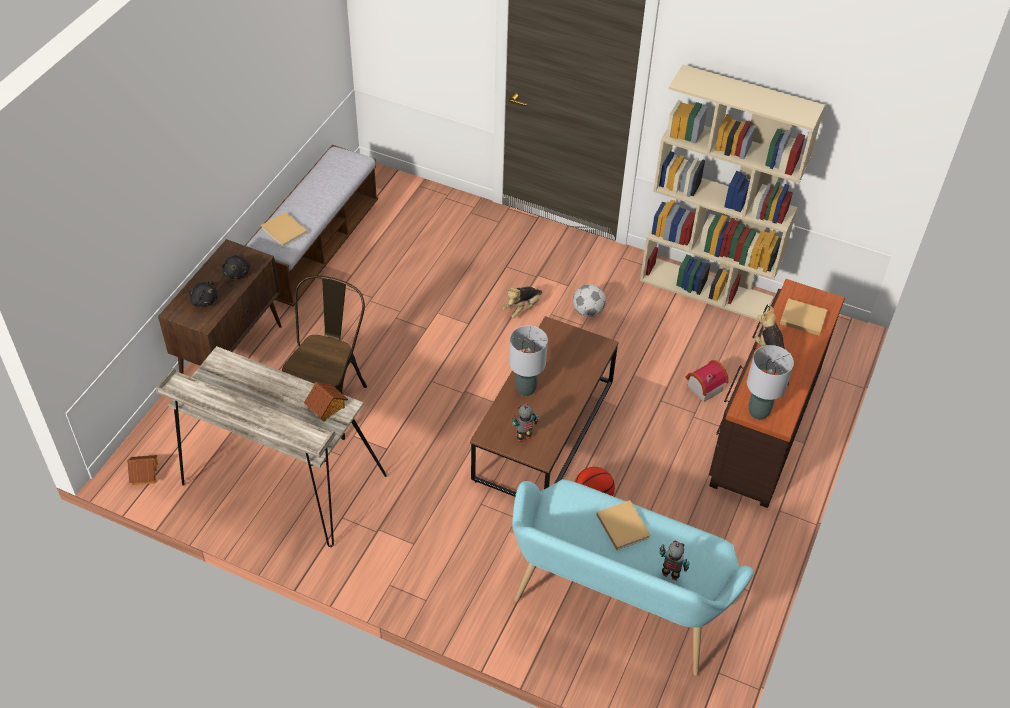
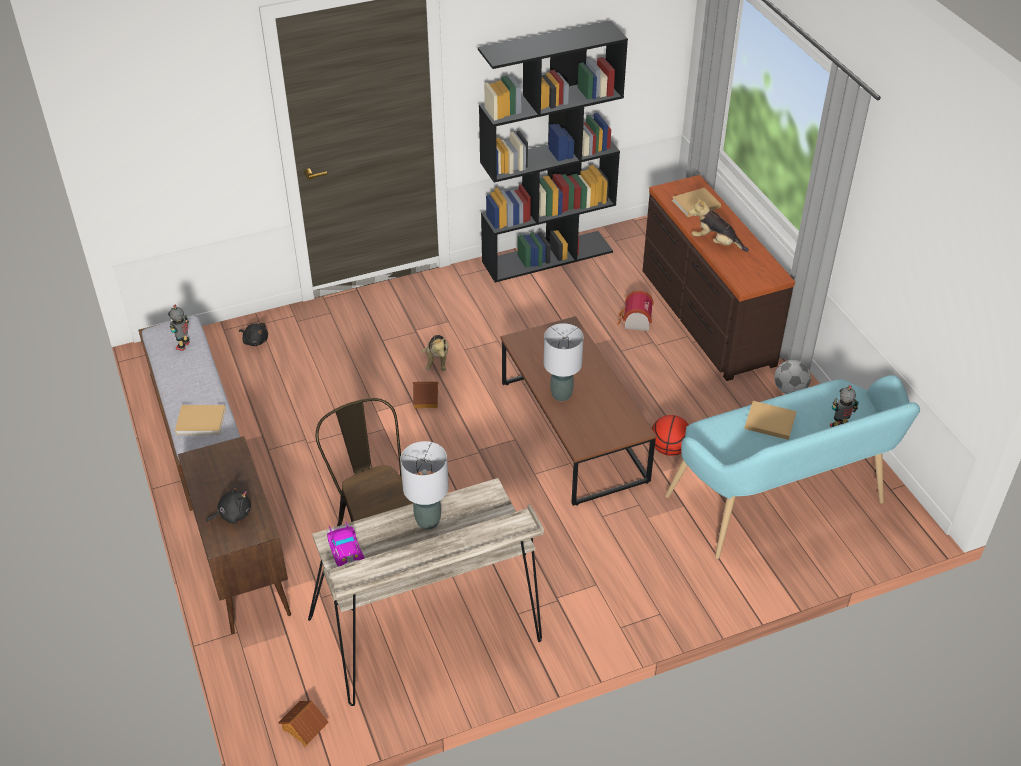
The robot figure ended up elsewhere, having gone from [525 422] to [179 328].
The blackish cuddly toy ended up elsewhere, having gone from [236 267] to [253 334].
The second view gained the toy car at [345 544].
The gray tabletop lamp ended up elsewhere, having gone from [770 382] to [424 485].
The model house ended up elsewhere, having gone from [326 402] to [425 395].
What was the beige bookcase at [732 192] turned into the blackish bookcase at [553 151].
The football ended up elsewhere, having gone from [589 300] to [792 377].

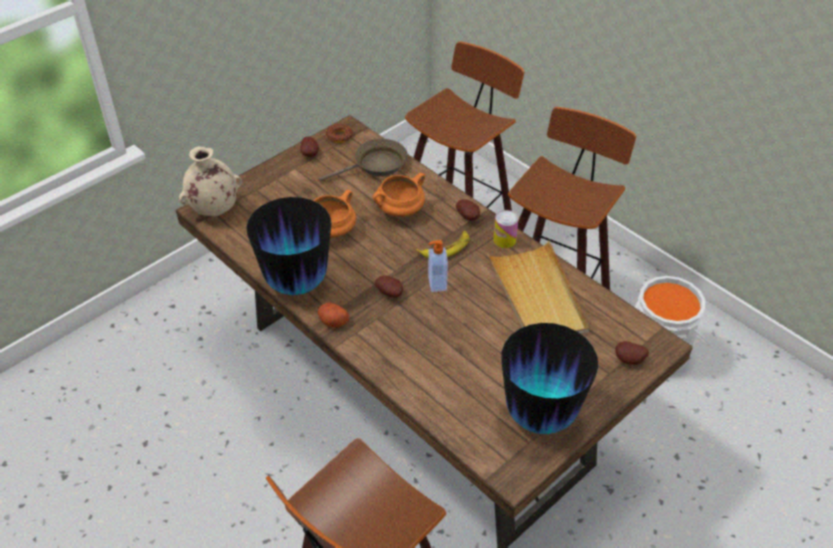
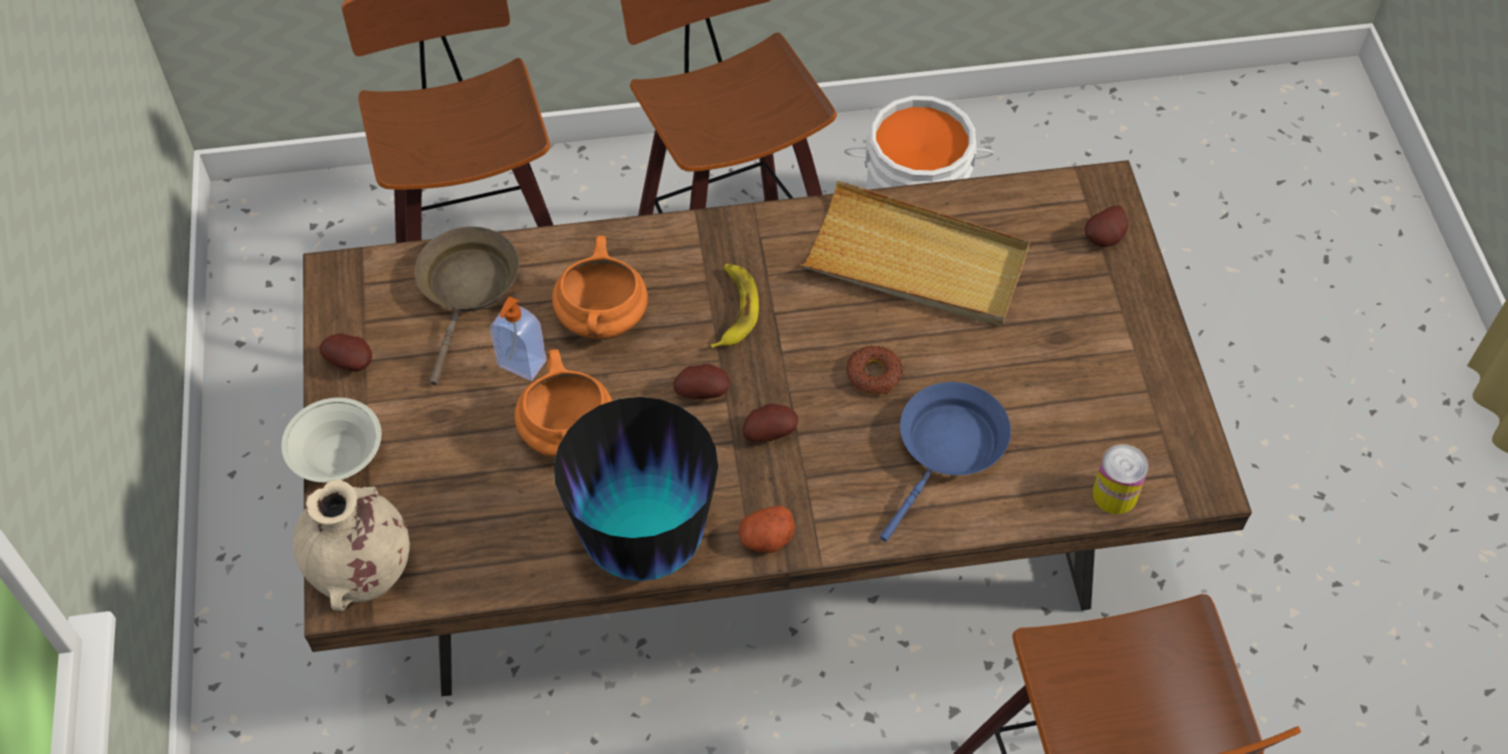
The second view gained the whitish deep dish at [331 440].
The liquid soap bottle ended up elsewhere, having gone from [438 266] to [518 339].
The whole potato ended up elsewhere, having gone from [468 210] to [701 381].
The doughnut ended up elsewhere, having gone from [339 133] to [874 370].
The second view gained the bluish pan at [945 462].
The metal can ended up elsewhere, having gone from [506 229] to [1120 479].
The second view lost the decorative vase at [549 378].

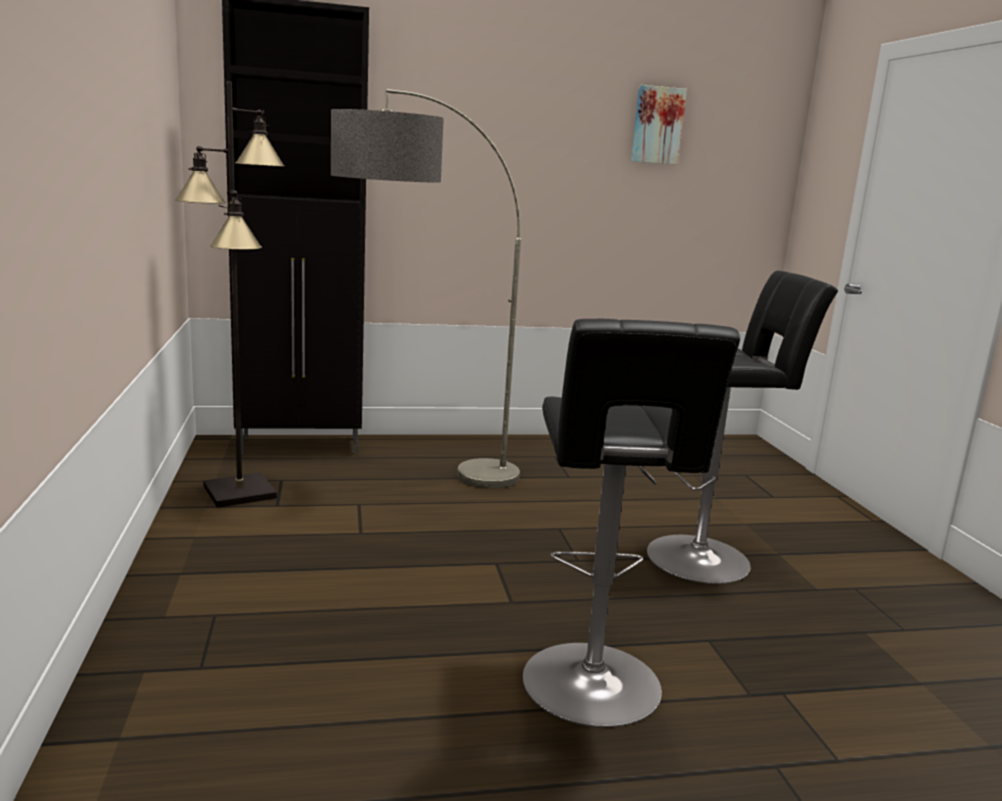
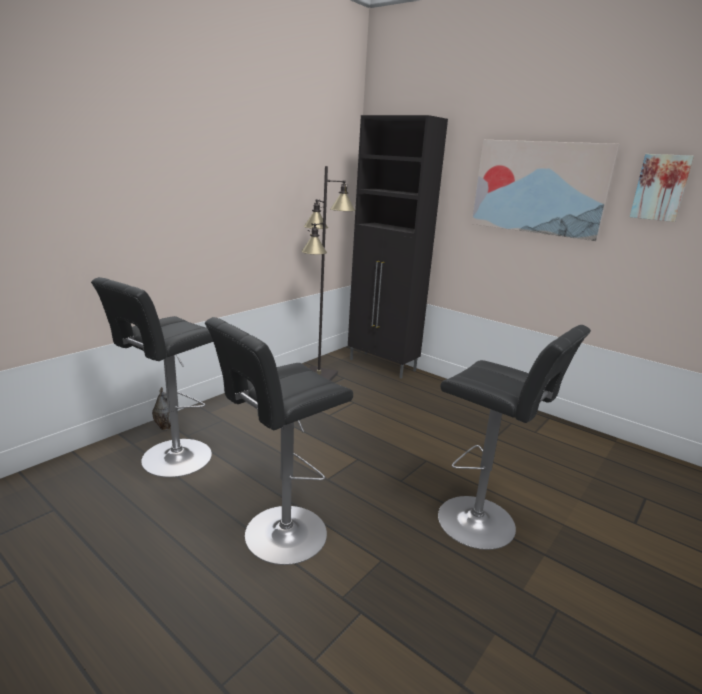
The second view gained the blackish sitting stool at [152 377].
The second view gained the decorative vase at [161 408].
The second view gained the wall art at [545 190].
The second view lost the standard lamp at [426 289].

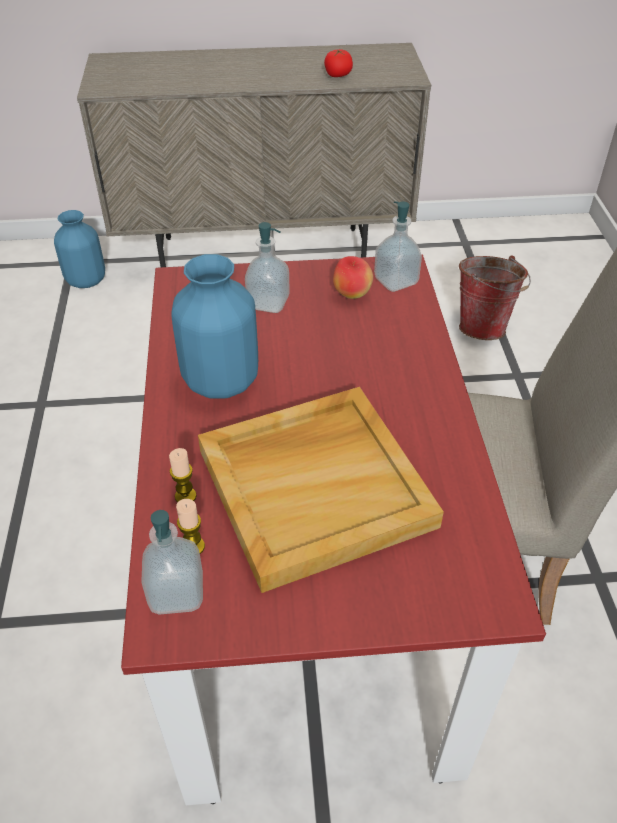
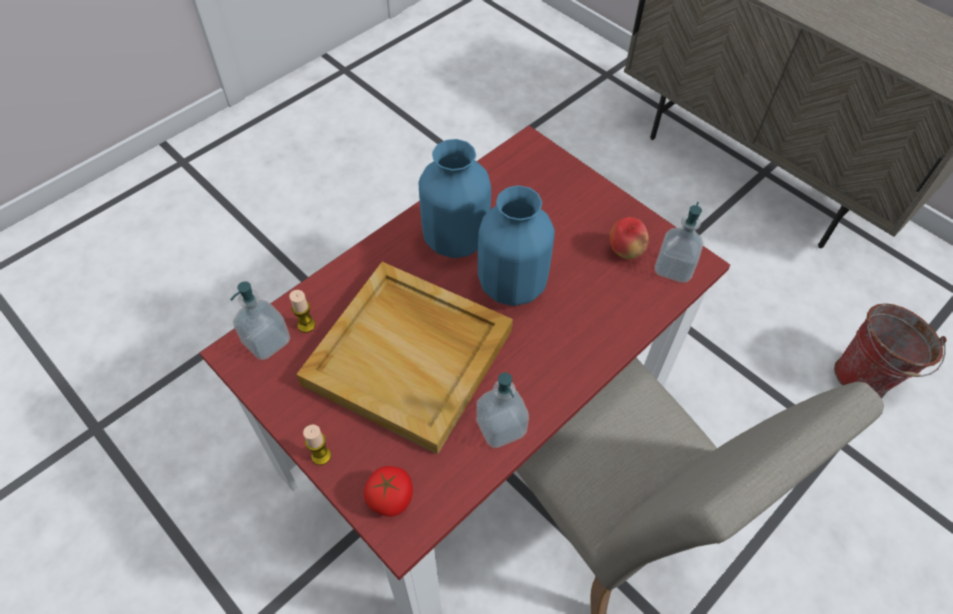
The wax light ended up elsewhere, having gone from [183 475] to [317 444].
The tomato ended up elsewhere, having gone from [338 63] to [388 491].
The liquid soap bottle ended up elsewhere, having gone from [267 267] to [502 410].
The bluish decorative vase ended up elsewhere, having gone from [79 249] to [516 246].

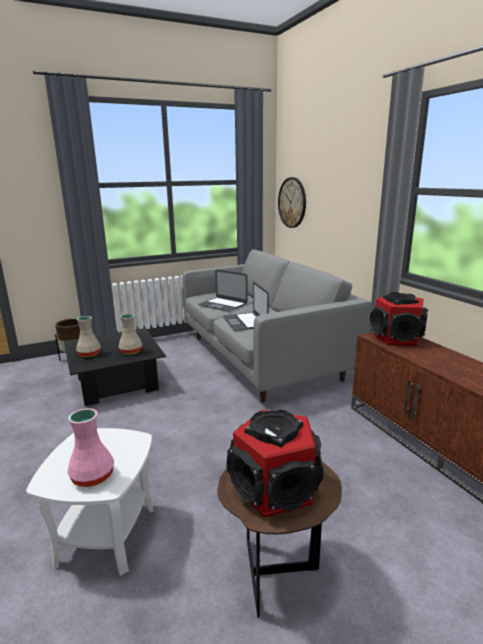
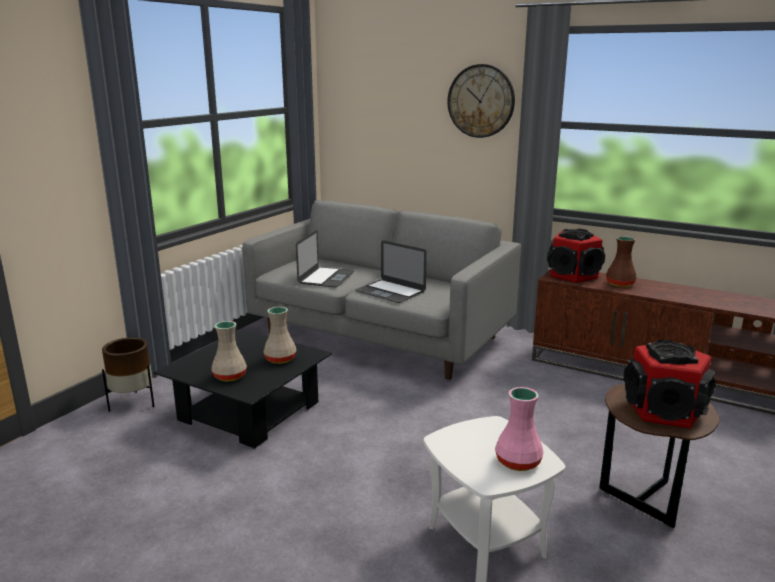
The notebook computer at [223 291] ended up facing another way, 75 degrees counterclockwise from before.
The hanging clock ended up elsewhere, having gone from [292 202] to [481 101].
The second view gained the brown decorative vase at [621 261].

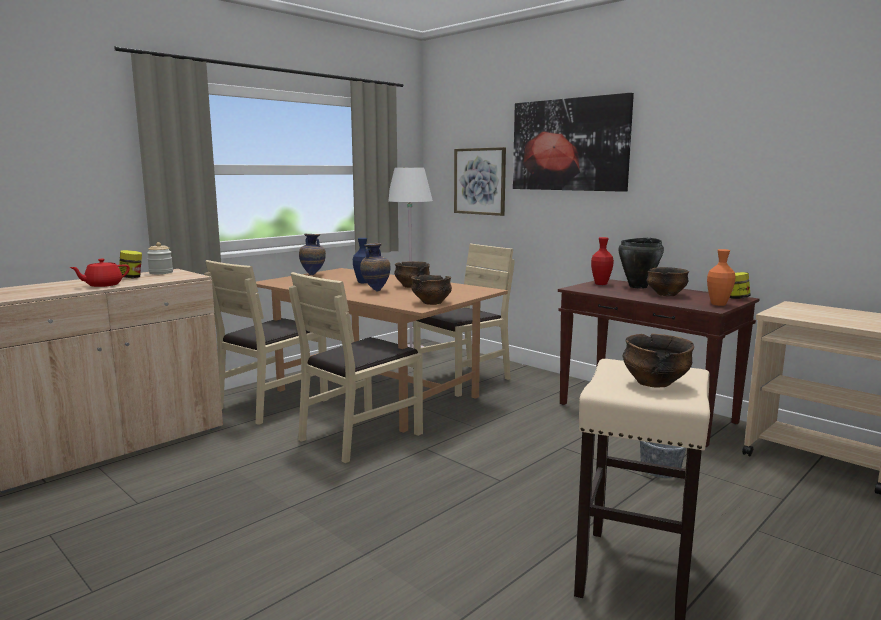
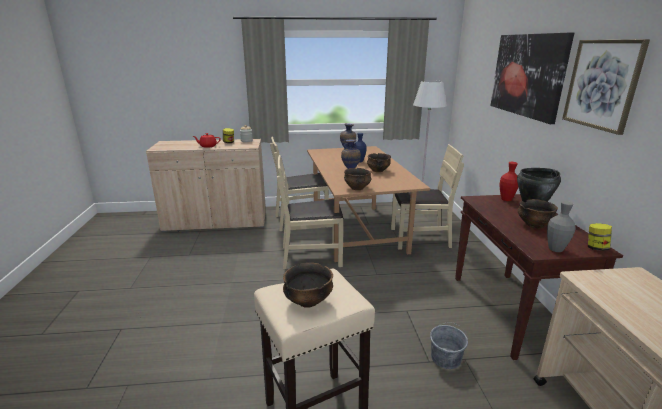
What was the orange-coloured decorative vase at [721 277] turned into the gray decorative vase at [561 226].
The wall art ended up elsewhere, having gone from [480 181] to [606 87].

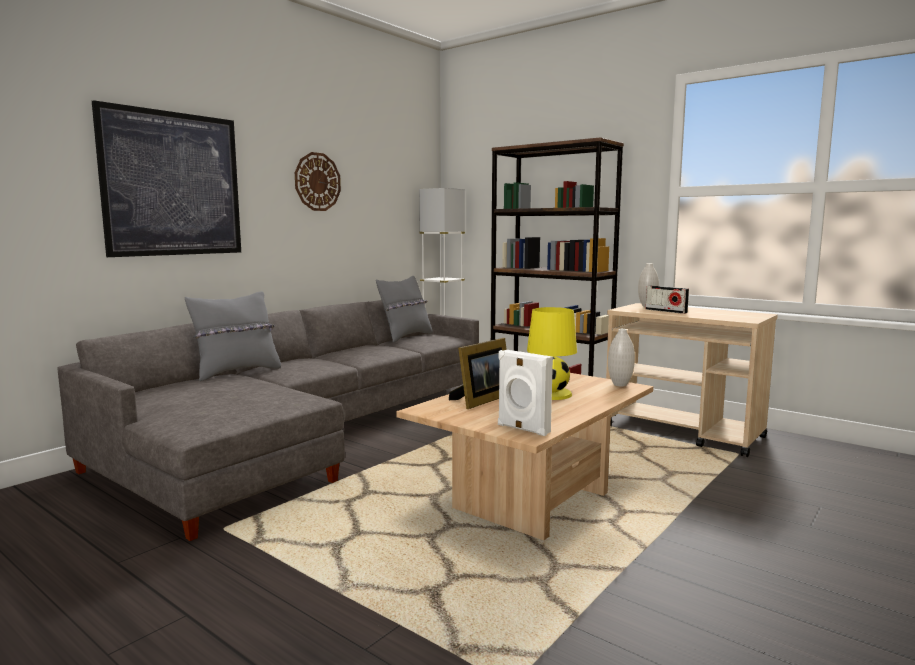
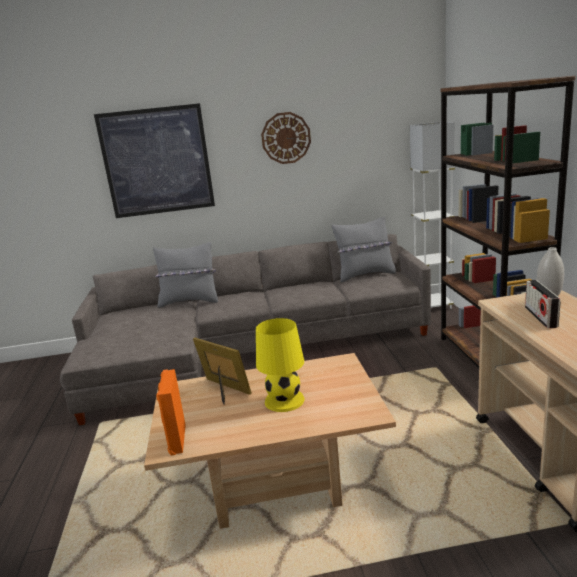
What was the whitish audio speaker at [525 393] turned into the orange-coloured audio speaker at [171 412].
The picture frame at [478 373] ended up facing another way, 135 degrees counterclockwise from before.
The second view lost the whitish decorative vase at [621 358].

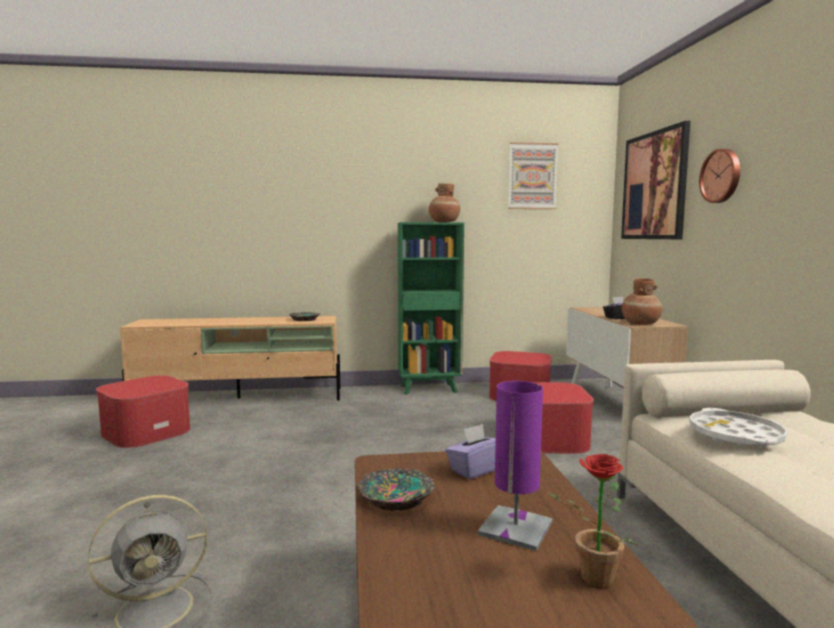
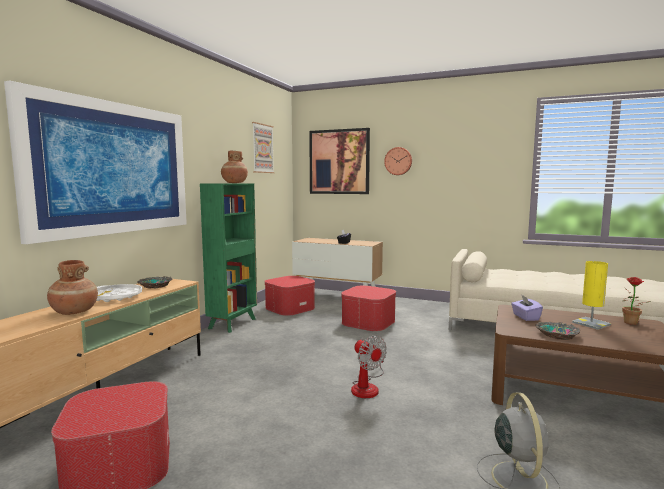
The second view gained the wall art at [95 162].
The brown decorative vase ended up elsewhere, having gone from [642 301] to [72 287].
The whitish tray ended up elsewhere, having gone from [738 427] to [119 293].
The second view gained the electric fan at [369 366].
What was the purple tabletop lamp at [515 466] turned into the yellow tabletop lamp at [591 295].

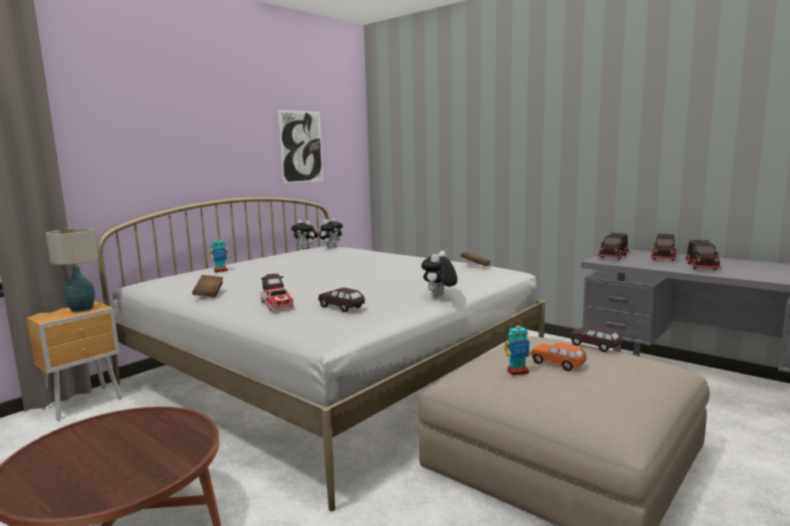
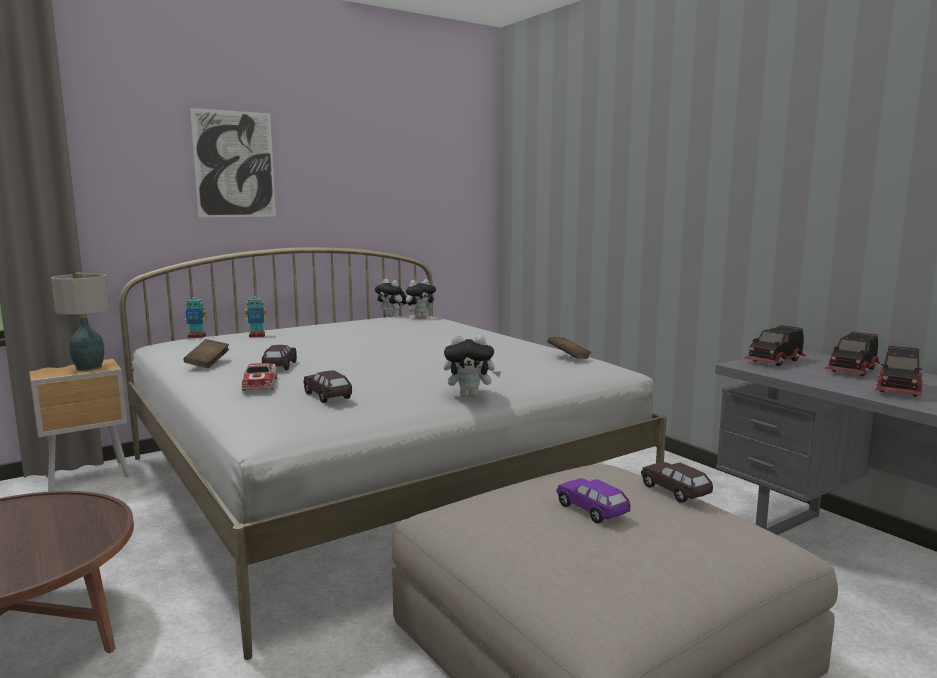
The robot figure ended up elsewhere, having gone from [517 348] to [196 315].
The wall art ended up elsewhere, having gone from [300 147] to [233 163].
The cuddly toy at [439 274] ended up facing another way, 135 degrees counterclockwise from before.
What was the orange-coloured toy car at [559 356] turned into the purple toy car at [594 501].

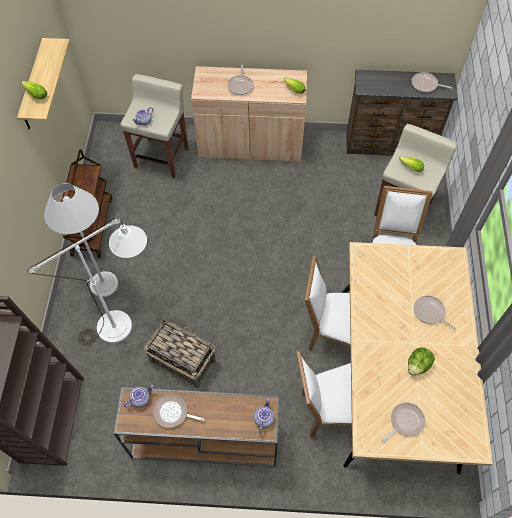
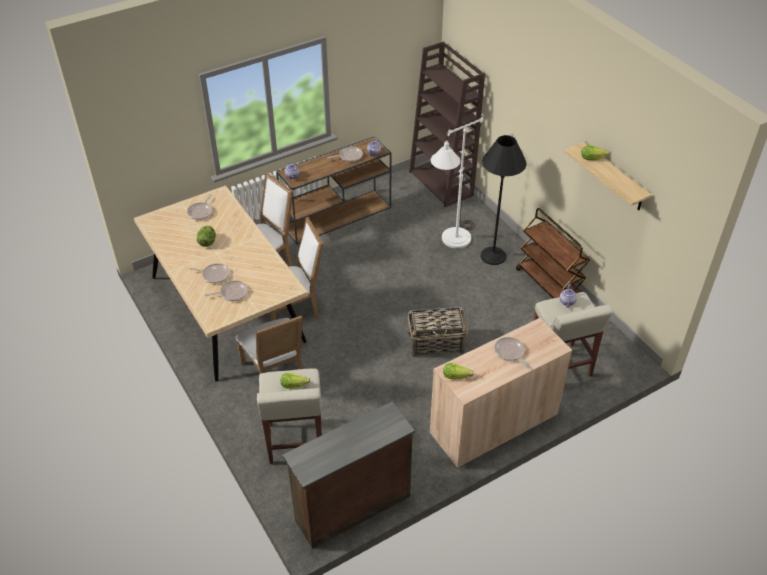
The pan ended up elsewhere, having gone from [432 82] to [226 290].
The basket ended up elsewhere, having gone from [180 353] to [438 332].
What was the whitish standard lamp at [81 240] turned into the blackish standard lamp at [504 200].

